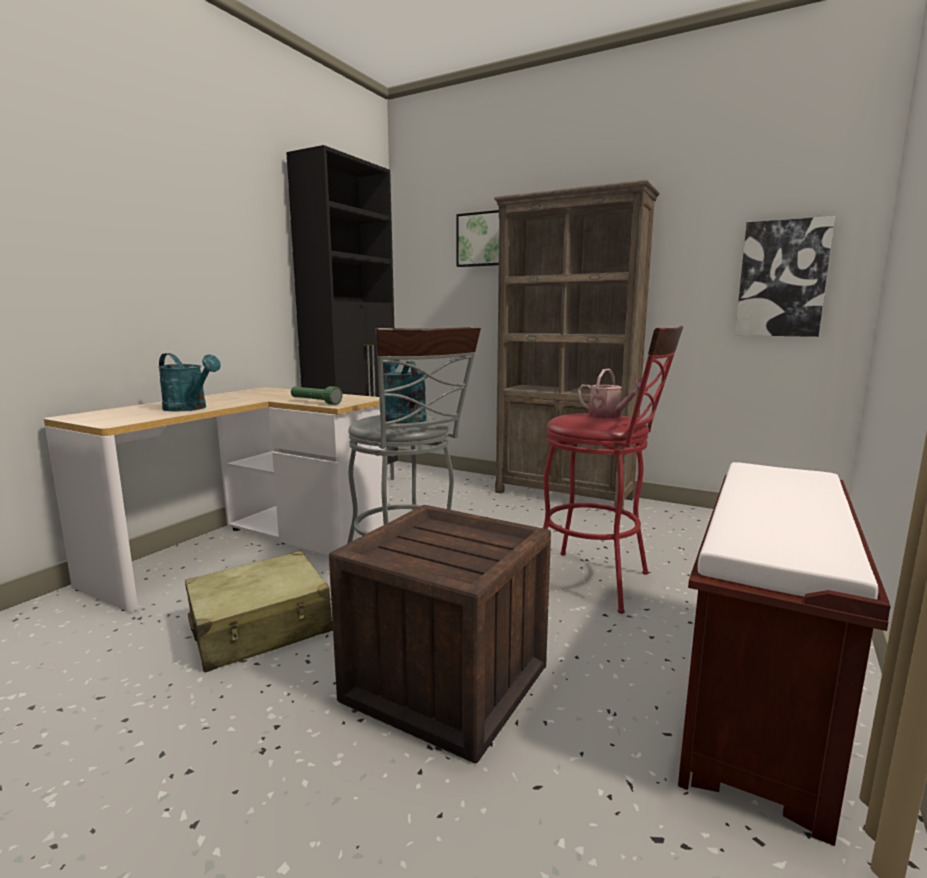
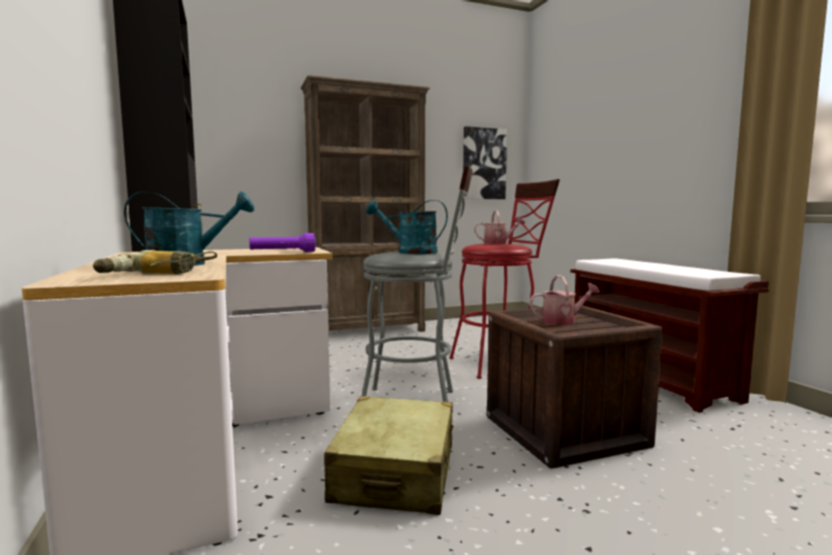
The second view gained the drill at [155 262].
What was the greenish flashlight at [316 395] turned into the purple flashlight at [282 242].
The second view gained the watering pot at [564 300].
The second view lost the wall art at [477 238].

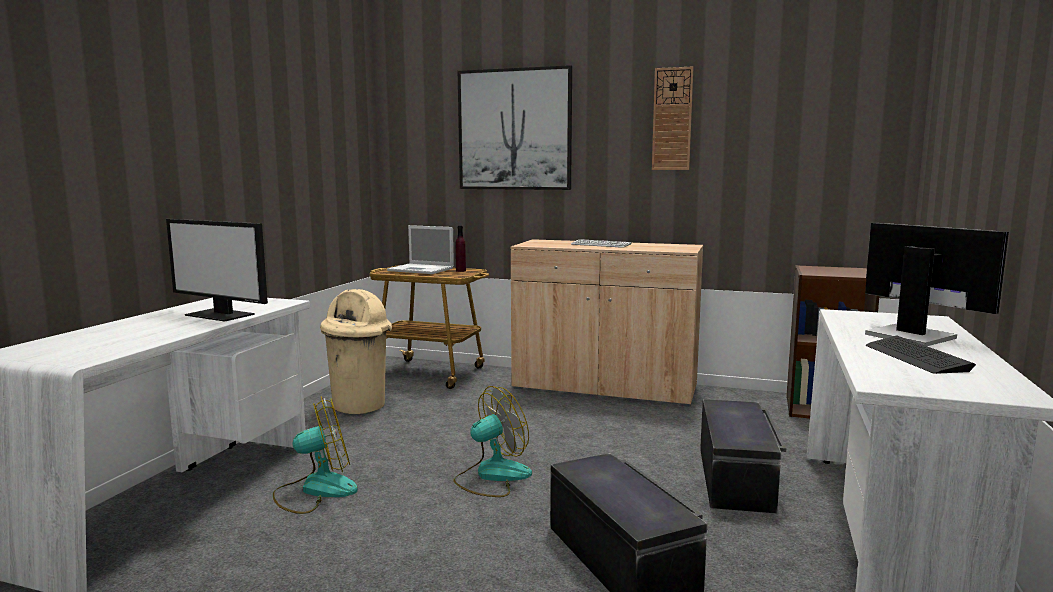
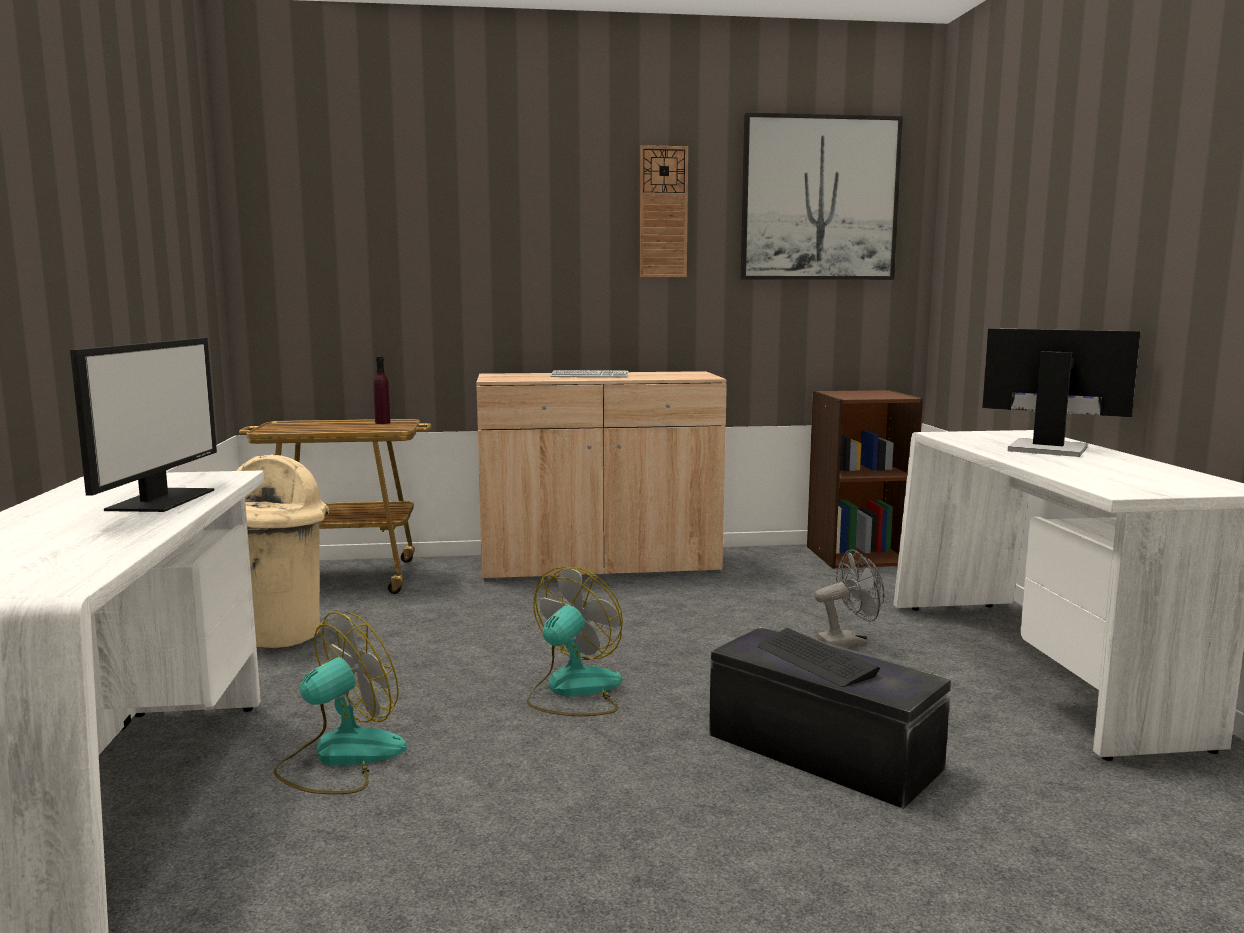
The monitor at [217 270] ended up facing another way, 90 degrees counterclockwise from before.
The wall art ended up elsewhere, having gone from [515 127] to [822 196].
The keyboard ended up elsewhere, having gone from [921 355] to [818 657].
Where the blackish storage bin stood at [743 456], the gray electric fan came to stand at [849 598].
The second view lost the notebook computer at [420 249].

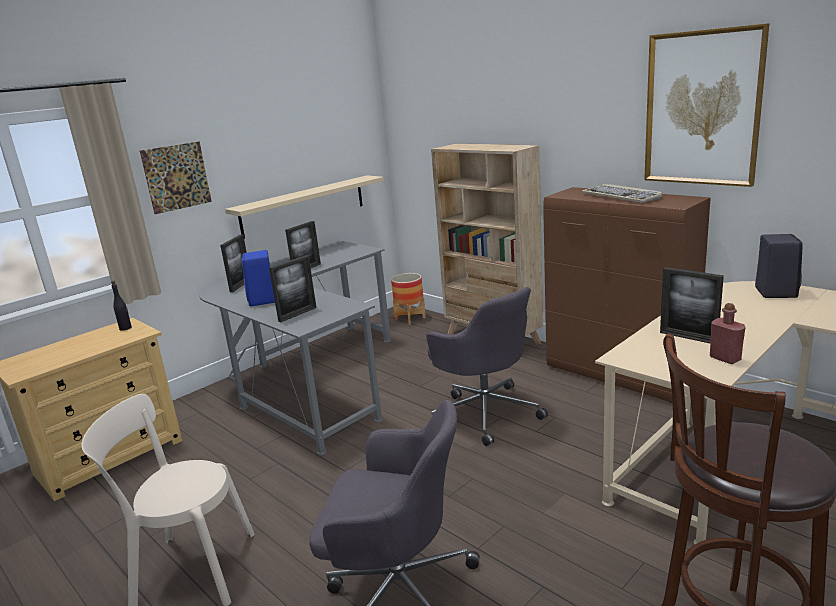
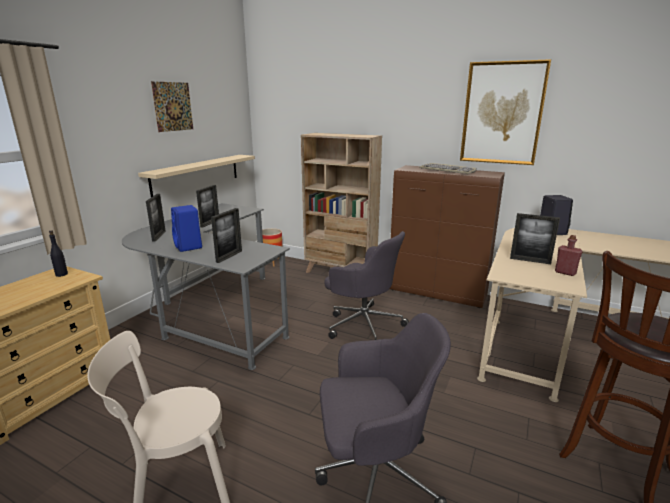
The wall art ended up elsewhere, having gone from [176 177] to [172 106].

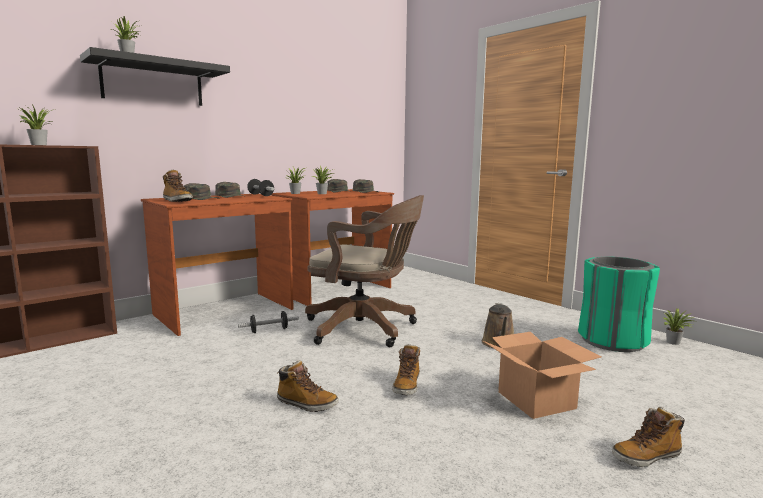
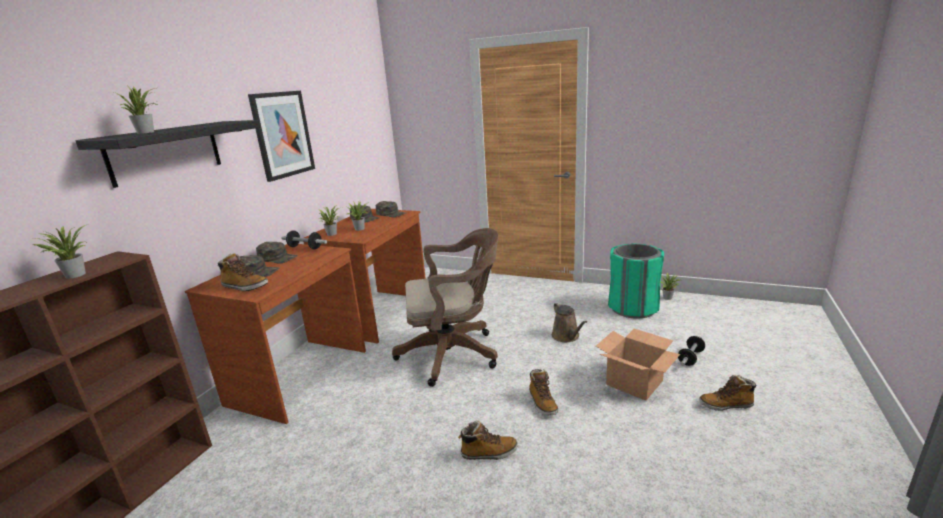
The second view gained the wall art at [281 136].
The dumbbell ended up elsewhere, having gone from [268 322] to [691 351].
The tall boot at [648 437] ended up facing another way, 45 degrees clockwise from before.

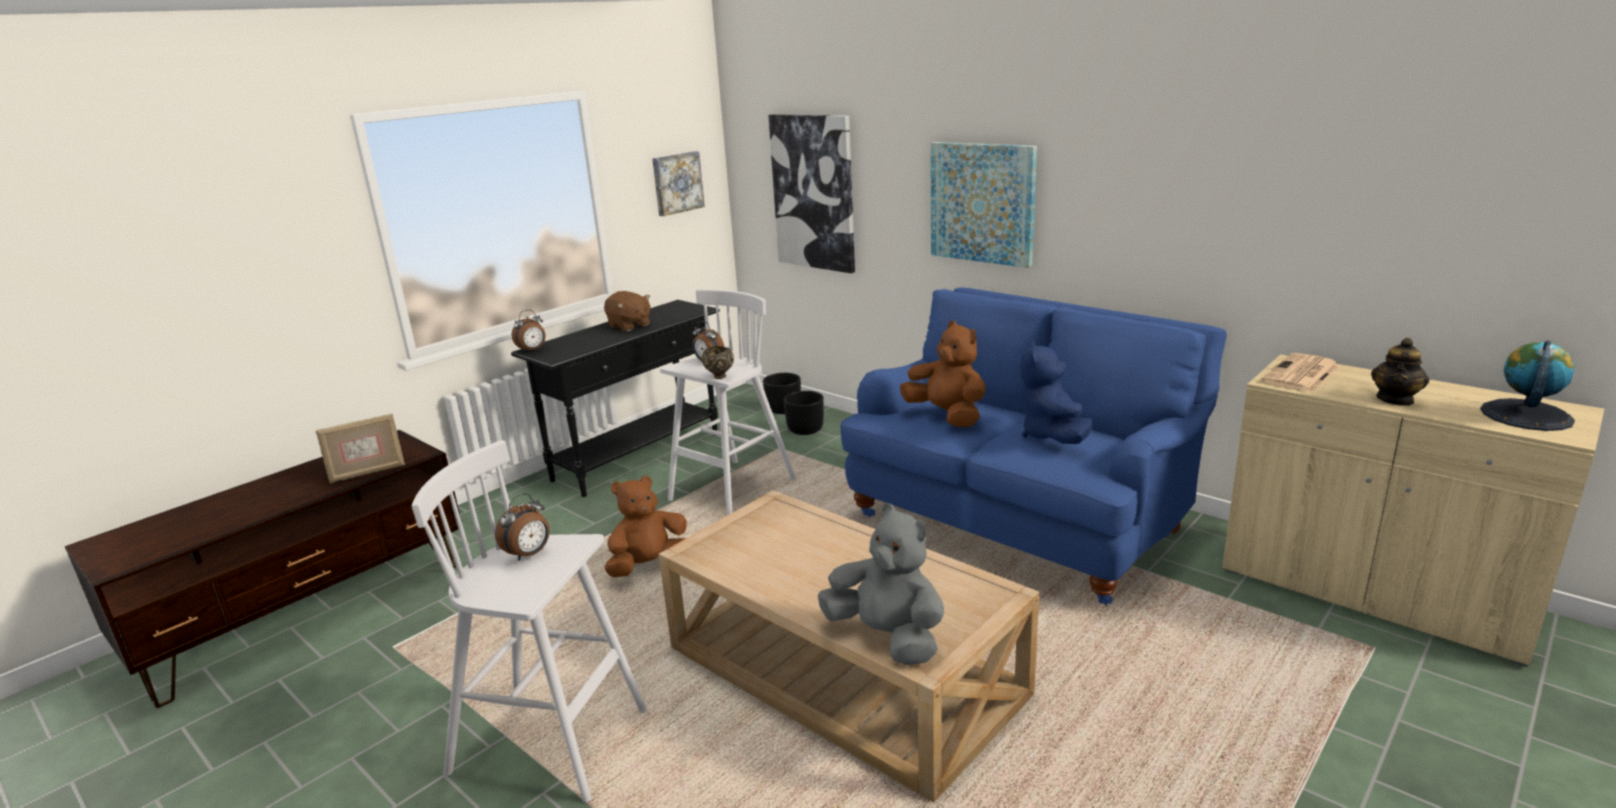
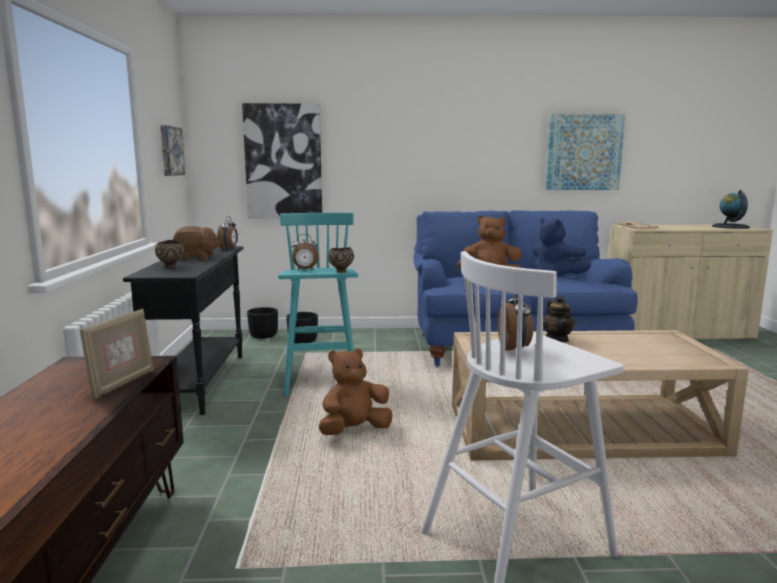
The second view gained the brown deep dish at [169 254].
The alarm clock ended up elsewhere, having gone from [528 331] to [227 233].
What was the whitish sitting stool at [728 402] turned into the turquoise sitting stool at [318 304].
The brown cuddly toy at [645 526] ended up facing another way, 45 degrees clockwise from before.
The tea pot ended up elsewhere, having gone from [1400 372] to [559 319].
The wall art ended up elsewhere, having gone from [983 205] to [585 152].
The second view lost the gray cuddly toy at [881 584].

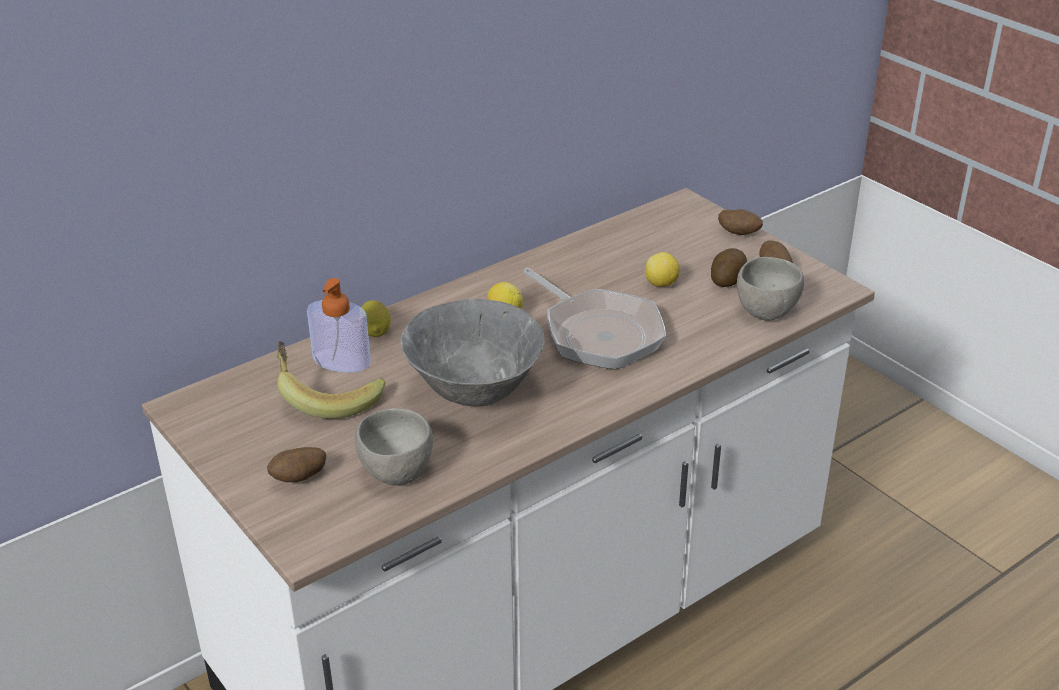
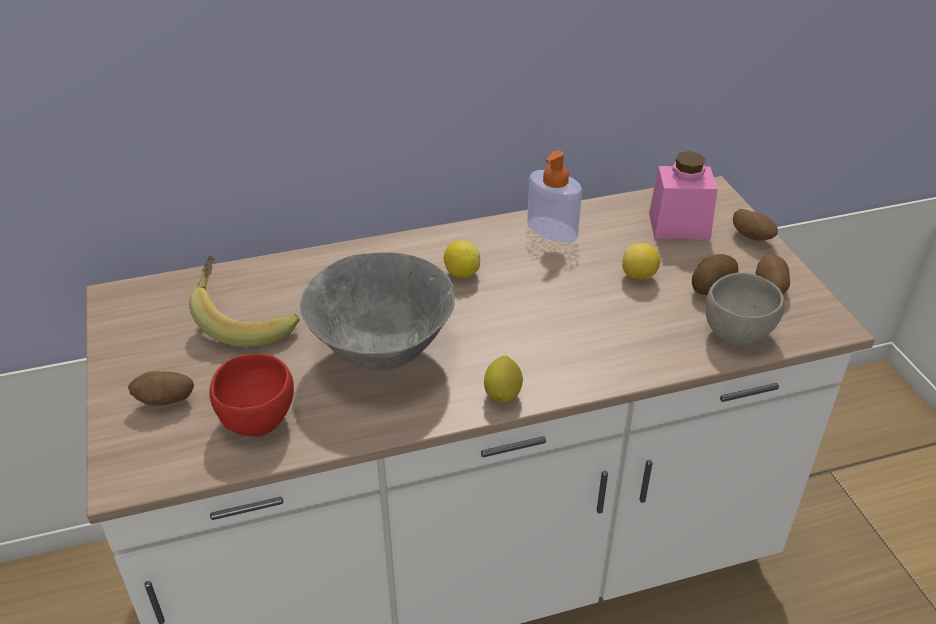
What was the gray deep dish at [394 446] turned into the reddish deep dish at [251 395].
The lemon ended up elsewhere, having gone from [376 318] to [503 379].
The liquid soap bottle ended up elsewhere, having gone from [339 325] to [554 197].
The second view gained the pink preserve jar at [683 195].
The second view lost the pan at [594 318].

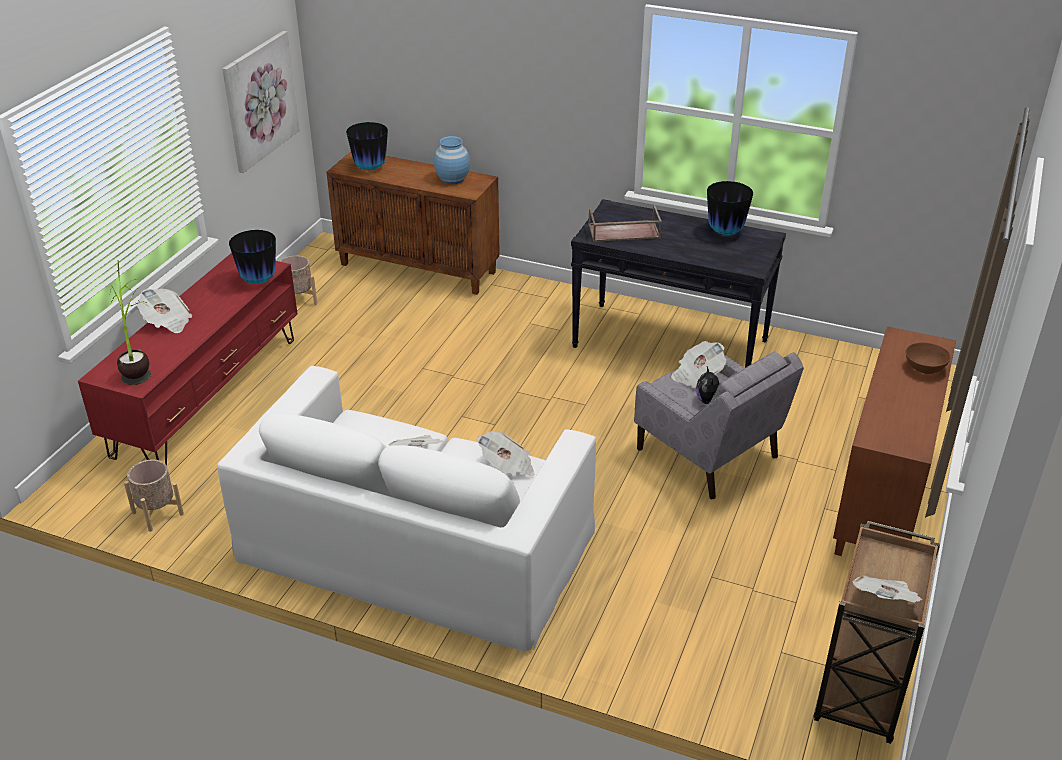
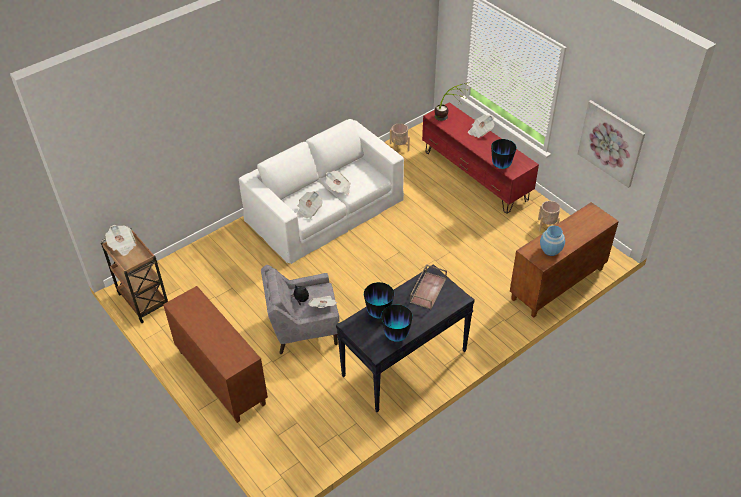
The decorative vase ended up elsewhere, having gone from [367 146] to [379 300].
The second view lost the brown deep dish at [927 358].

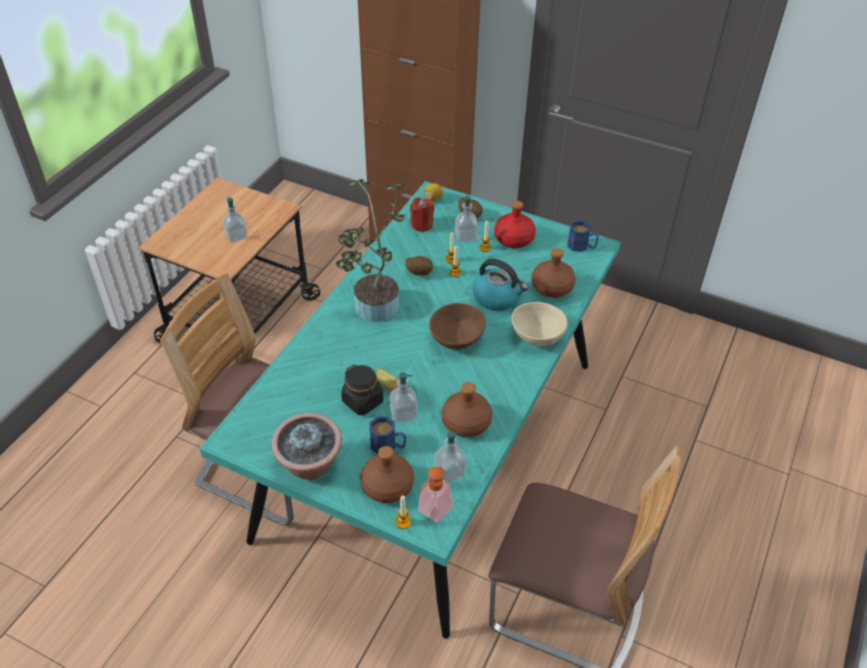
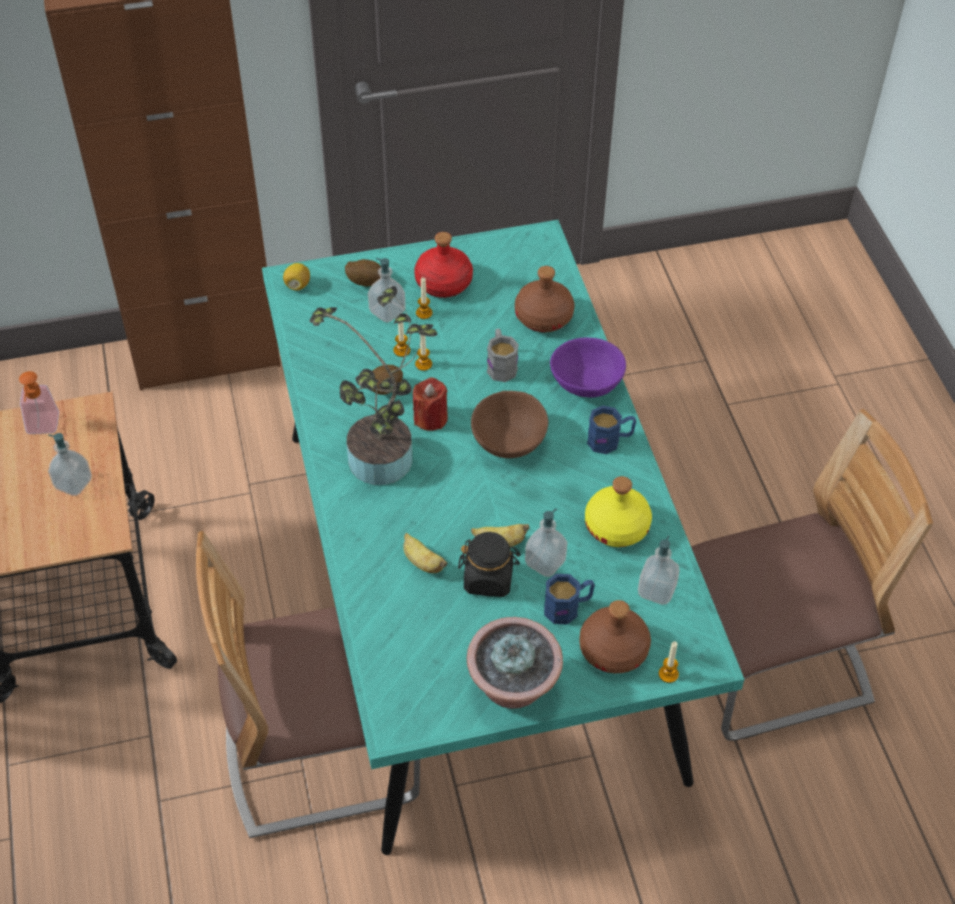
The liquid soap bottle ended up elsewhere, having gone from [435 495] to [39 402].
The second view gained the banana fruit at [425 553].
The reddish wax light ended up elsewhere, having gone from [422 214] to [430 404].
Where the kettle stood at [500 285], the gray mug came to stand at [503 355].
What was the beige deep dish at [539 324] turned into the purple deep dish at [588 368].
What was the brown drink bottle at [467 409] turned into the yellow drink bottle at [618 511].
The bluish mug ended up elsewhere, having gone from [583 236] to [611 429].

